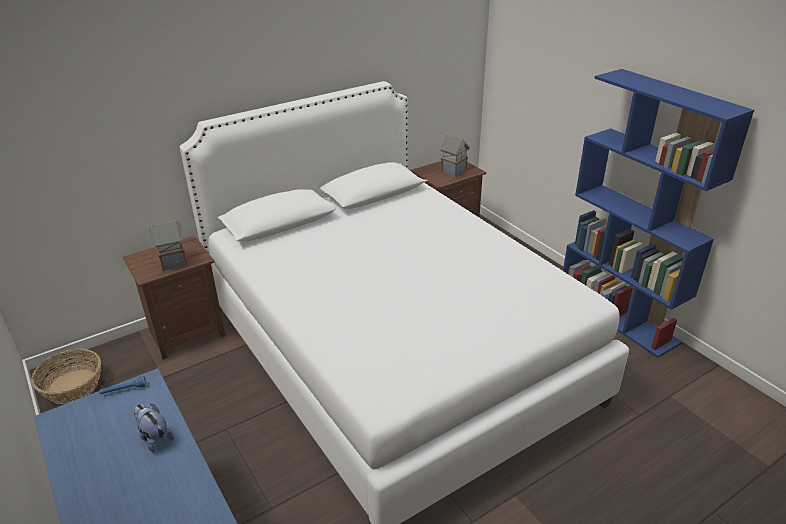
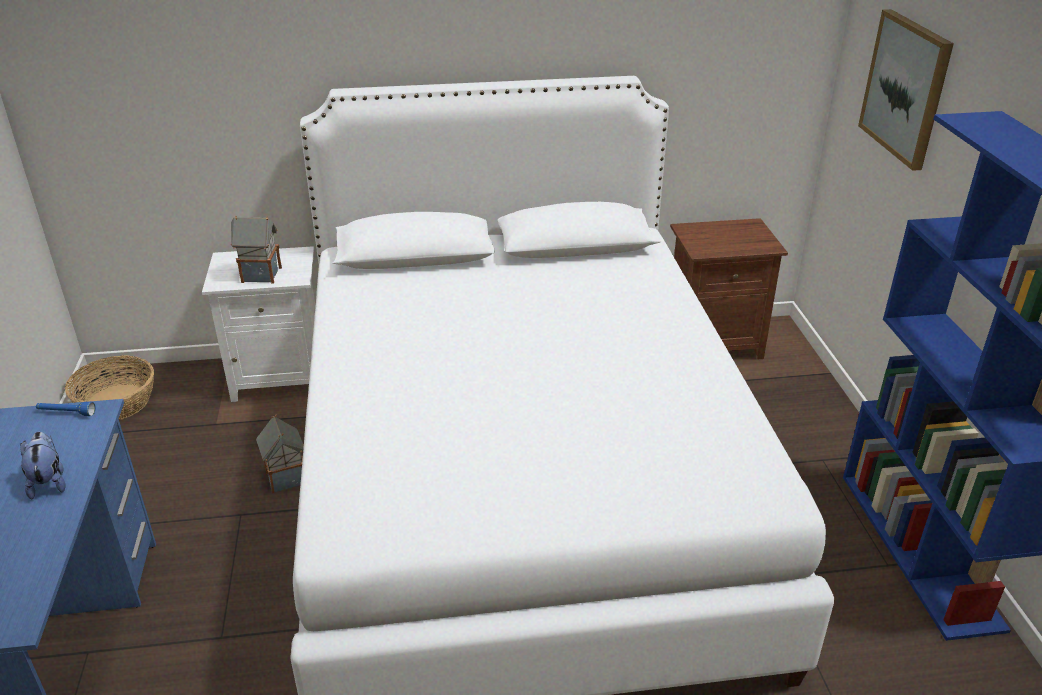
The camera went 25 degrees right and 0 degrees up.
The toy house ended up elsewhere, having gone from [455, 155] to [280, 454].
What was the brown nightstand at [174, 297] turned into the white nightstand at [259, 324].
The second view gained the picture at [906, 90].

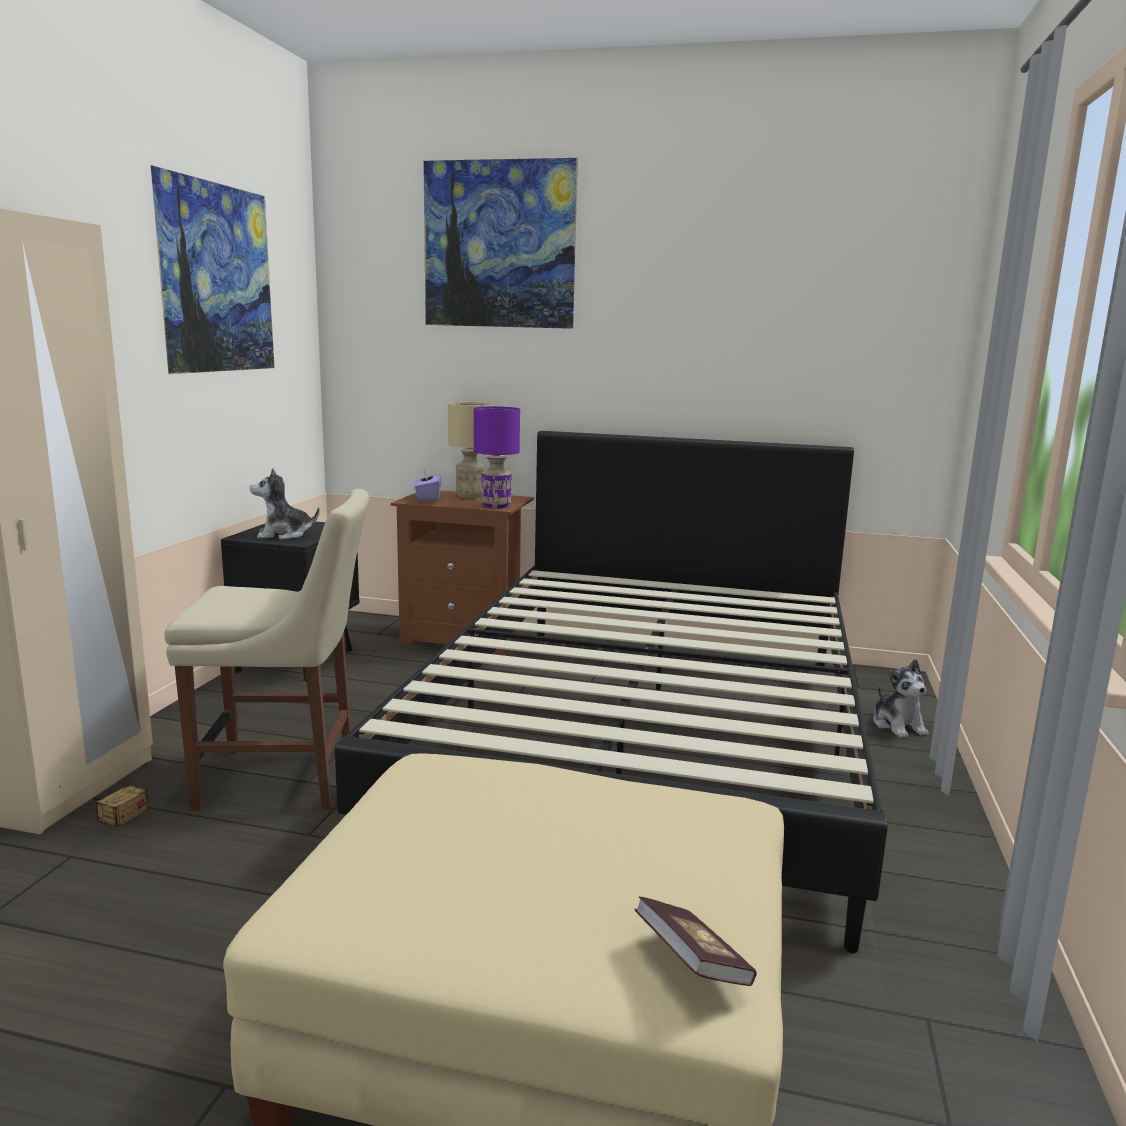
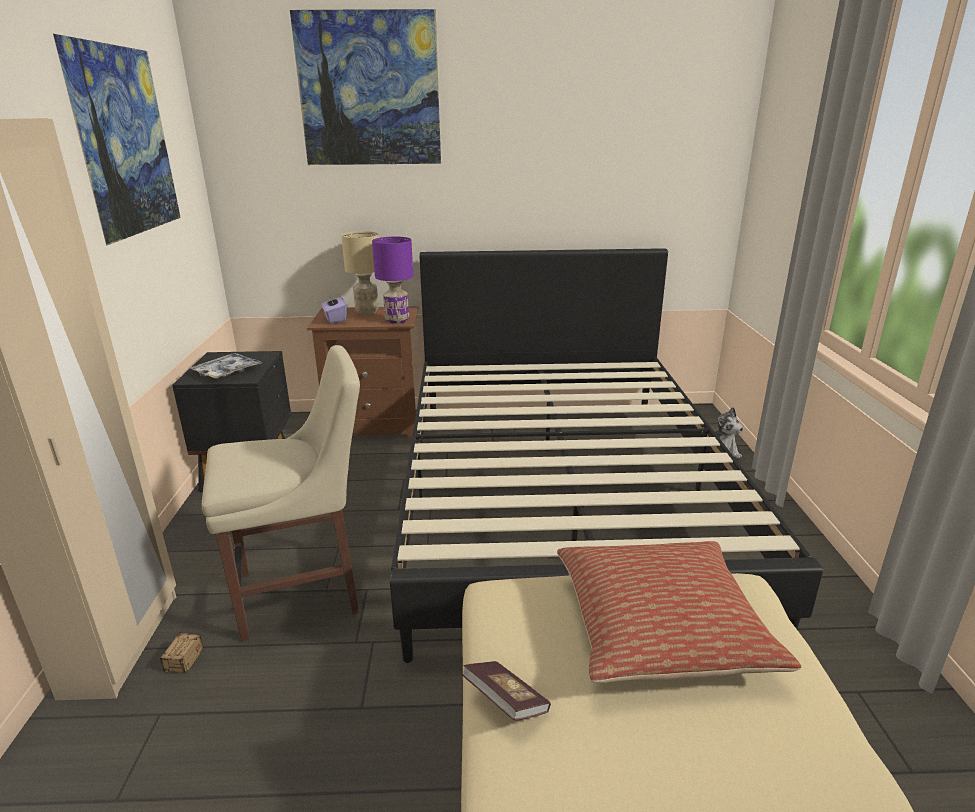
The camera went 15 degrees left and 10 degrees up.
Where the plush toy stood at [285, 504], the tray came to stand at [226, 366].
The book ended up elsewhere, having gone from [696, 941] to [506, 691].
The second view gained the pillow at [679, 612].

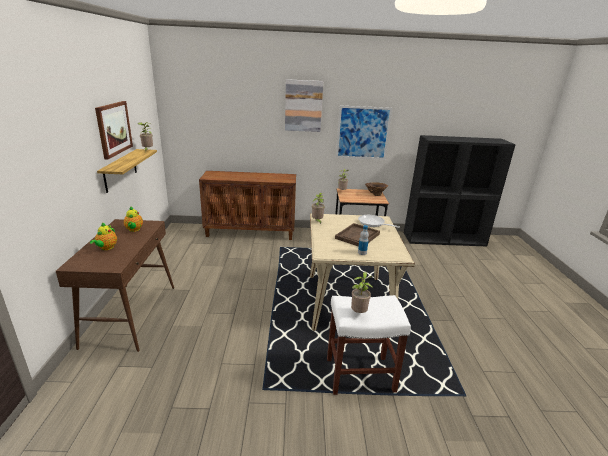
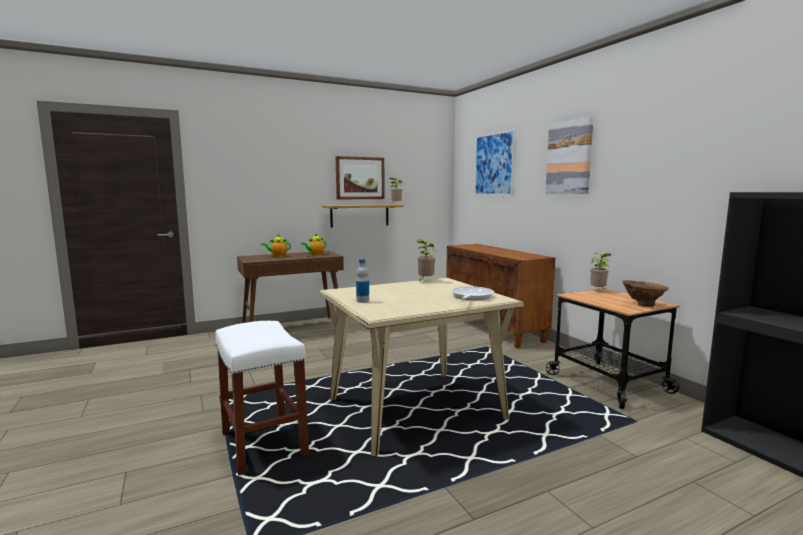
The camera went 65 degrees right and 15 degrees down.
The picture ended up elsewhere, having gone from [364, 132] to [495, 162].
The second view lost the brown tray at [357, 235].
The second view lost the potted plant at [362, 292].

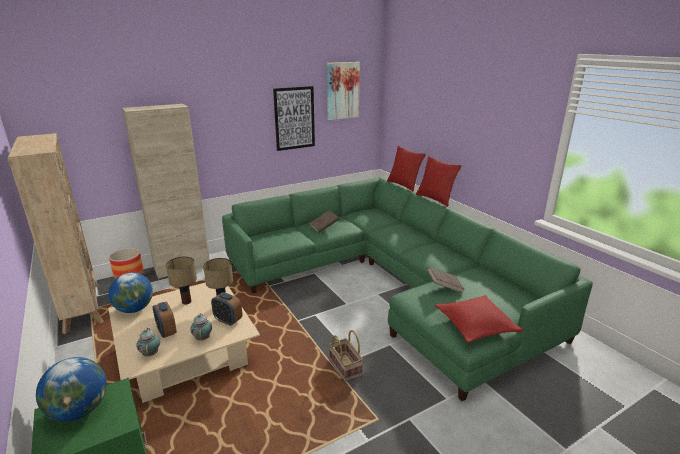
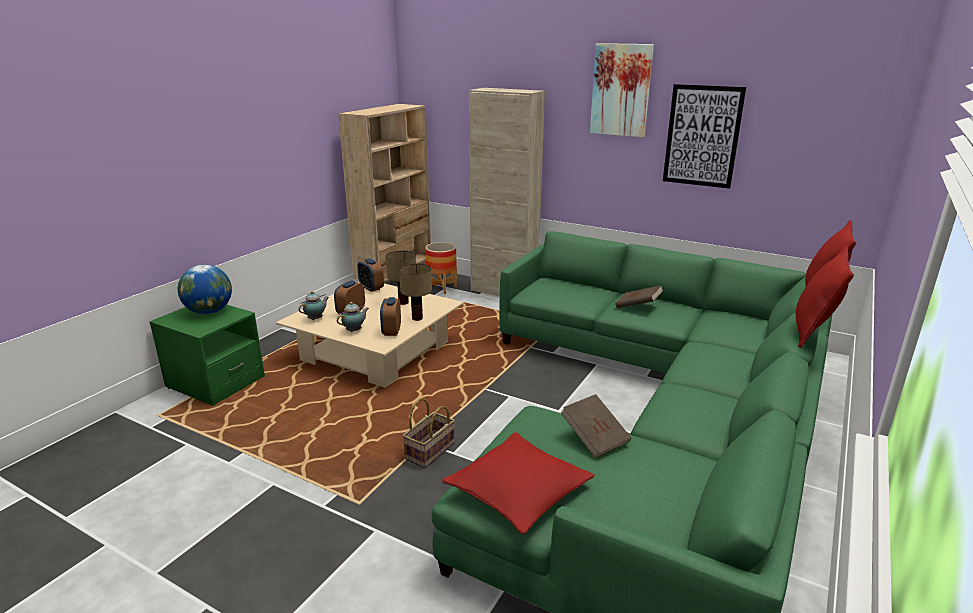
The camera went 60 degrees right and 0 degrees up.
The picture ended up elsewhere, having gone from [343, 91] to [622, 90].
Where the globe stood at [130, 293], the alarm clock came to stand at [370, 275].

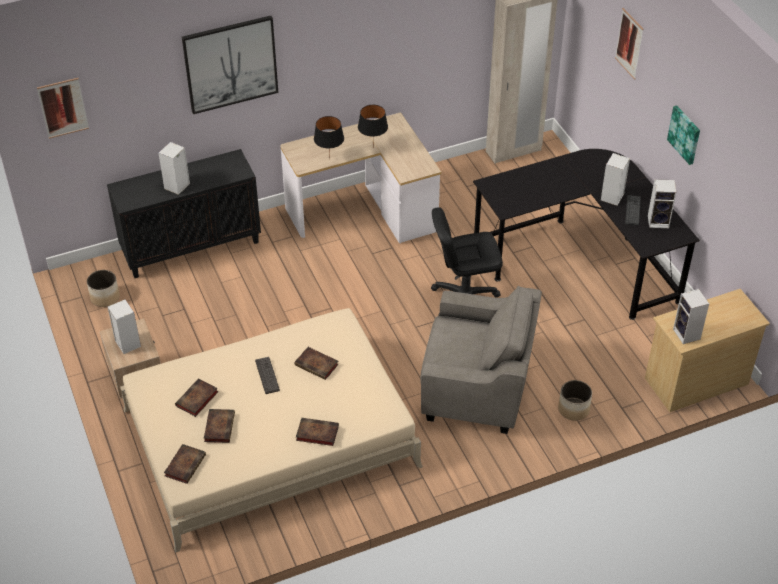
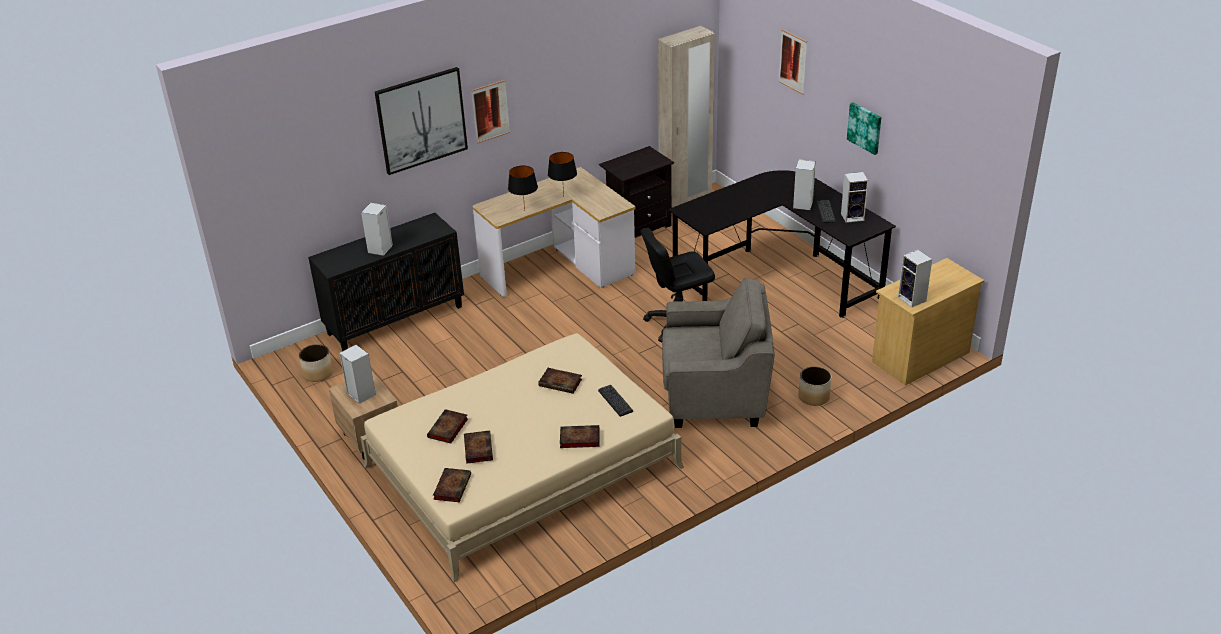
The camera went 10 degrees left and 10 degrees down.
The picture ended up elsewhere, having gone from [63, 108] to [490, 112].
The keyboard ended up elsewhere, having gone from [267, 375] to [615, 401].
The second view gained the black nightstand at [636, 192].

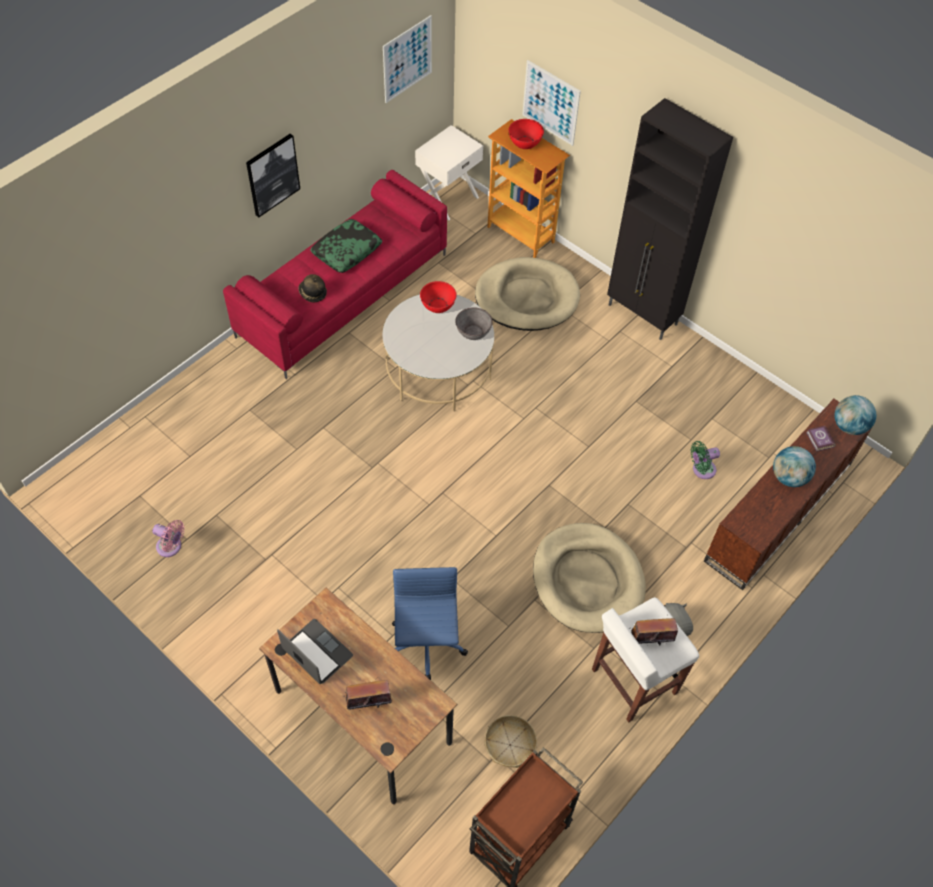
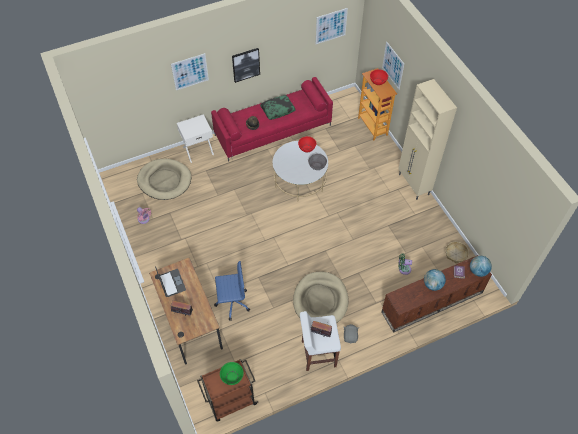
The camera went 25 degrees right and 0 degrees up.
What was the black cabinet at [670, 219] turned into the beige cabinet at [427, 139].
The white nightstand ended up elsewhere, having gone from [449, 173] to [195, 138].
The beige dog bed ended up elsewhere, having gone from [527, 294] to [164, 179].
The blue office chair at [430, 623] ended up facing another way, 60 degrees clockwise from before.
The basket ended up elsewhere, having gone from [511, 741] to [457, 253].
The second view gained the picture at [190, 71].
The second view gained the green bowl at [232, 373].

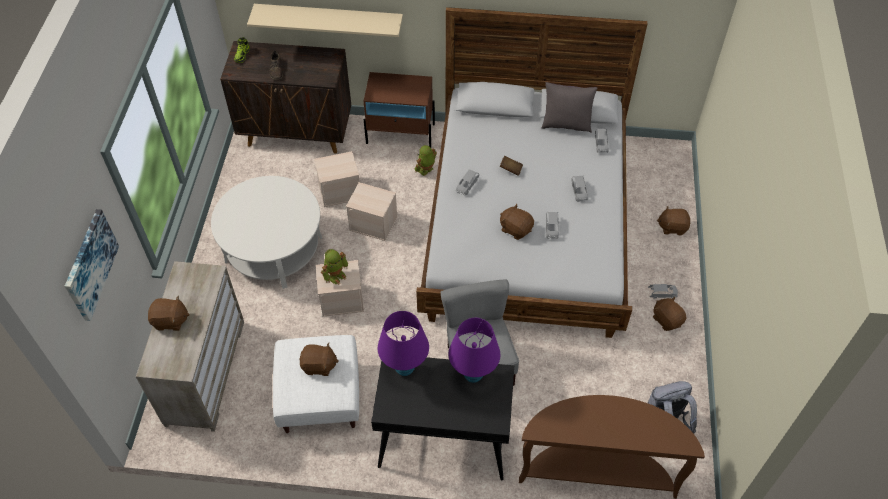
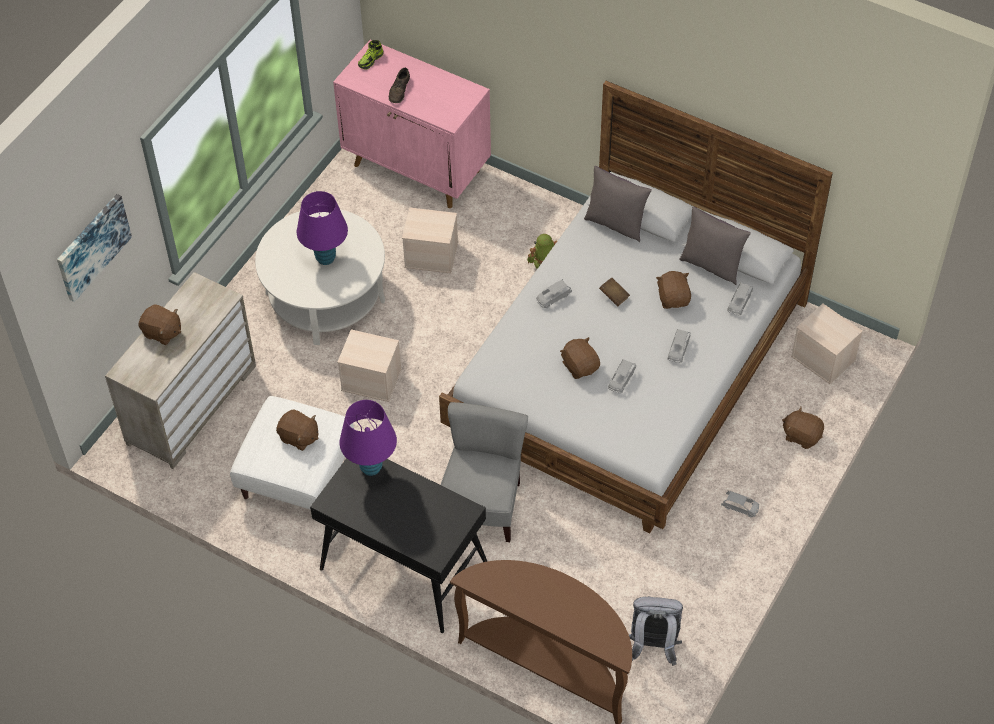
The camera went 25 degrees right and 0 degrees up.
The second view lost the beige shelf at [325, 20].
What was the brown cabinet at [285, 97] turned into the pink cabinet at [412, 124].
The second view lost the brown nightstand at [399, 110].
The beige storage box ended up elsewhere, having gone from [371, 211] to [827, 343].
The second view lost the toy robot at [334, 267].
The brown plush toy ended up elsewhere, having gone from [669, 314] to [673, 290].
The purple table lamp ended up elsewhere, having gone from [474, 350] to [322, 228].
The second view gained the grey pillow at [618, 204].

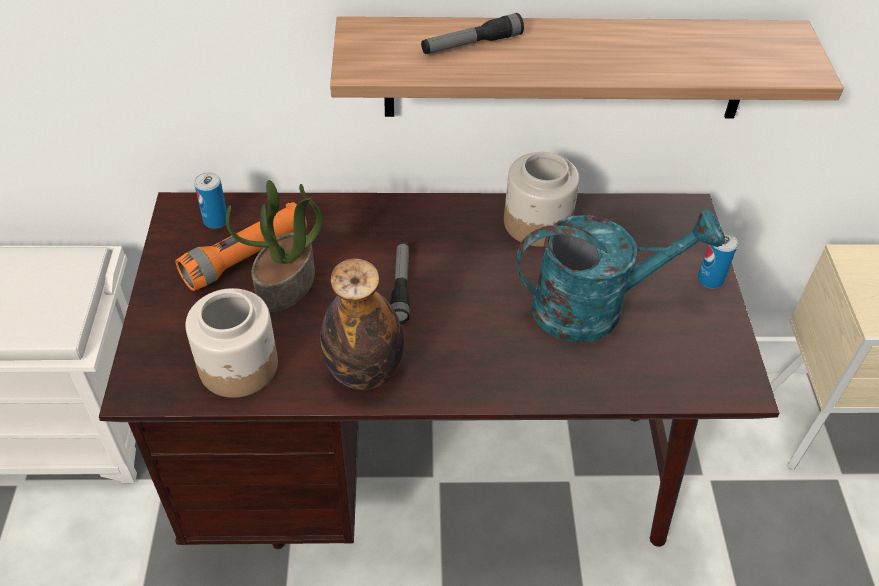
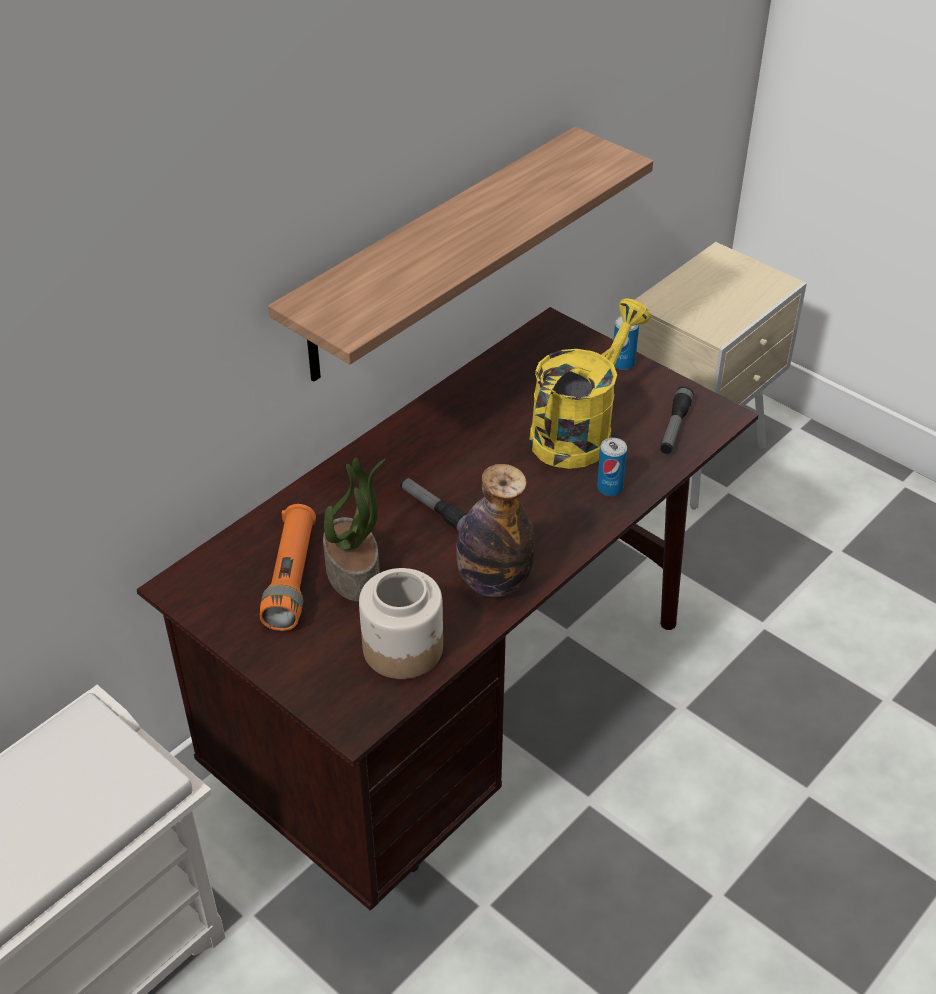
The camera went 45 degrees left and 5 degrees down.
The flashlight ended up elsewhere, having gone from [472, 33] to [677, 420].
The second view lost the jar at [542, 199].
The can ended up elsewhere, having gone from [210, 200] to [612, 467].
What was the turquoise watering can at [620, 276] turned into the yellow watering can at [590, 383].

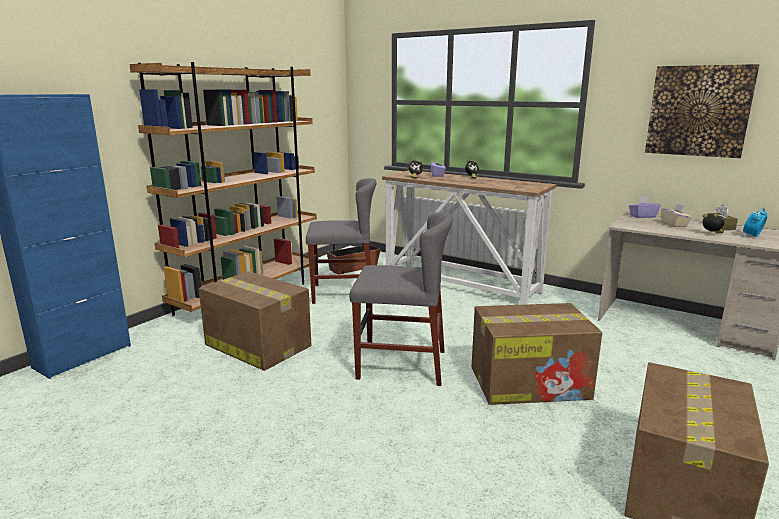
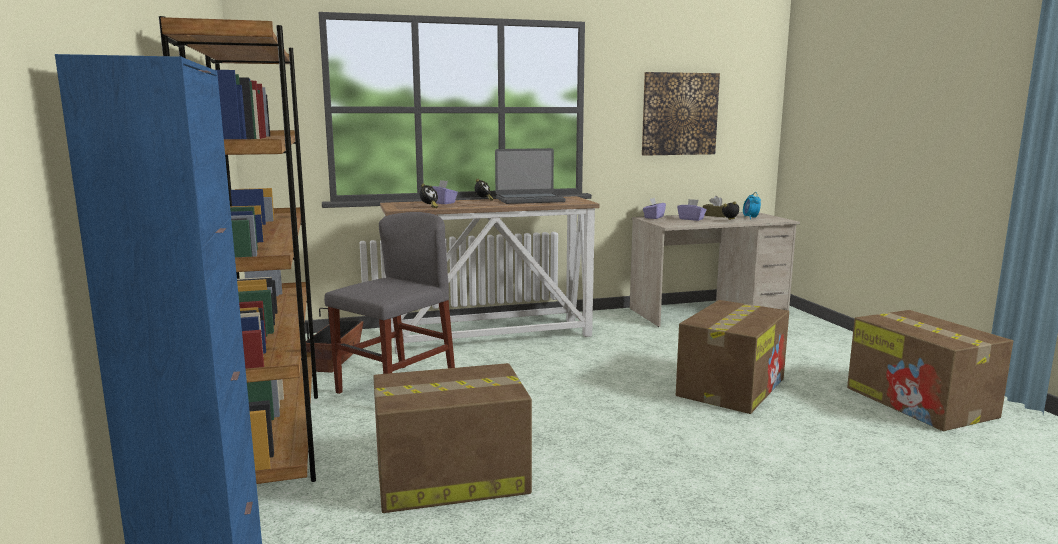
The camera went 50 degrees left and 5 degrees down.
What was the beige tissue box at [676, 215] turned into the purple tissue box at [691, 210].
The second view lost the grey chair at [401, 299].
The second view gained the laptop at [530, 176].

